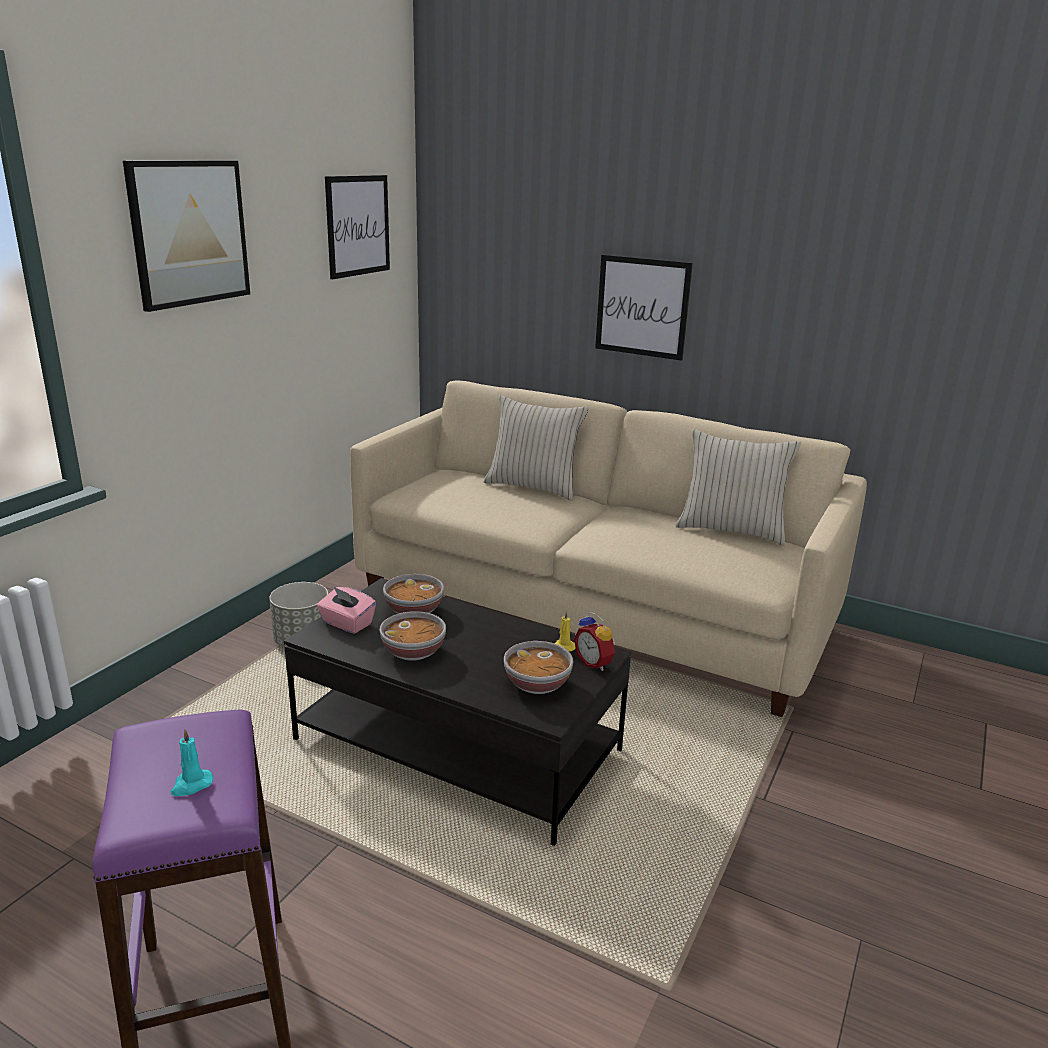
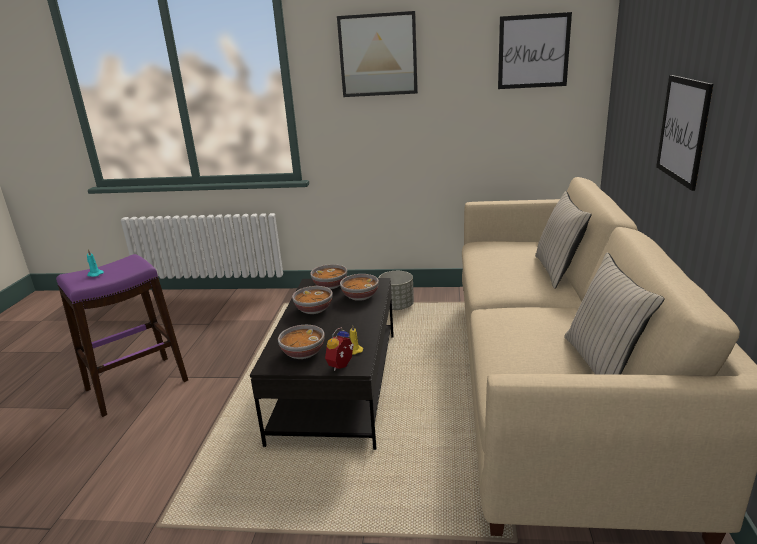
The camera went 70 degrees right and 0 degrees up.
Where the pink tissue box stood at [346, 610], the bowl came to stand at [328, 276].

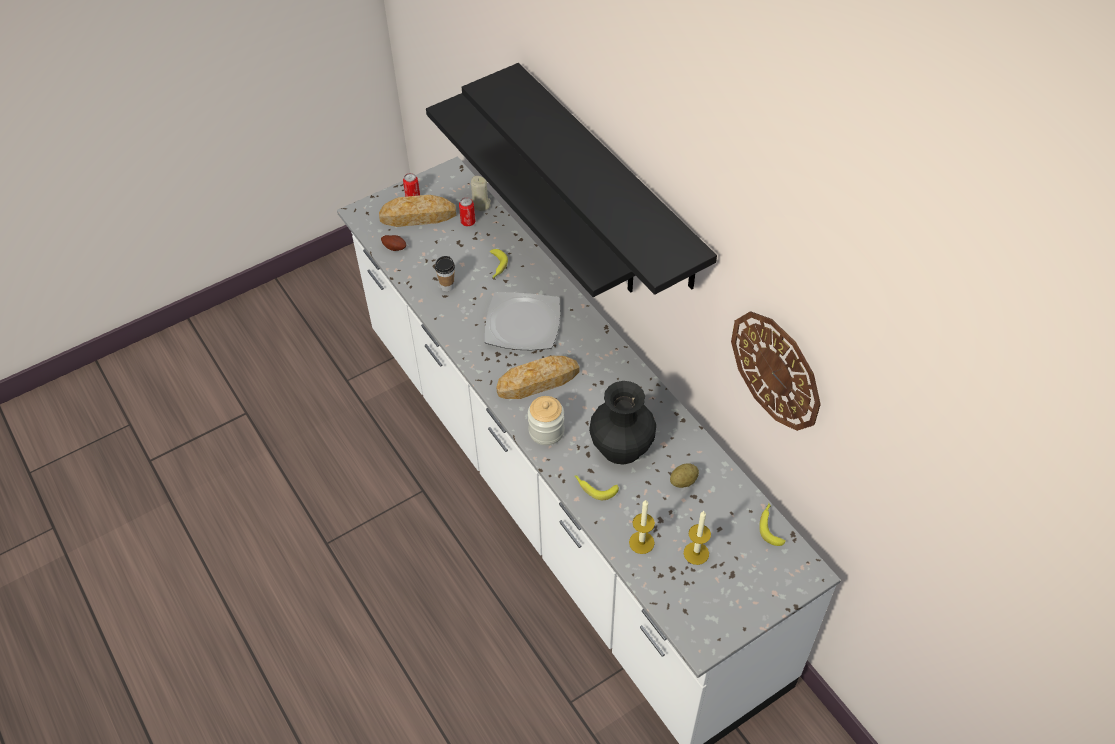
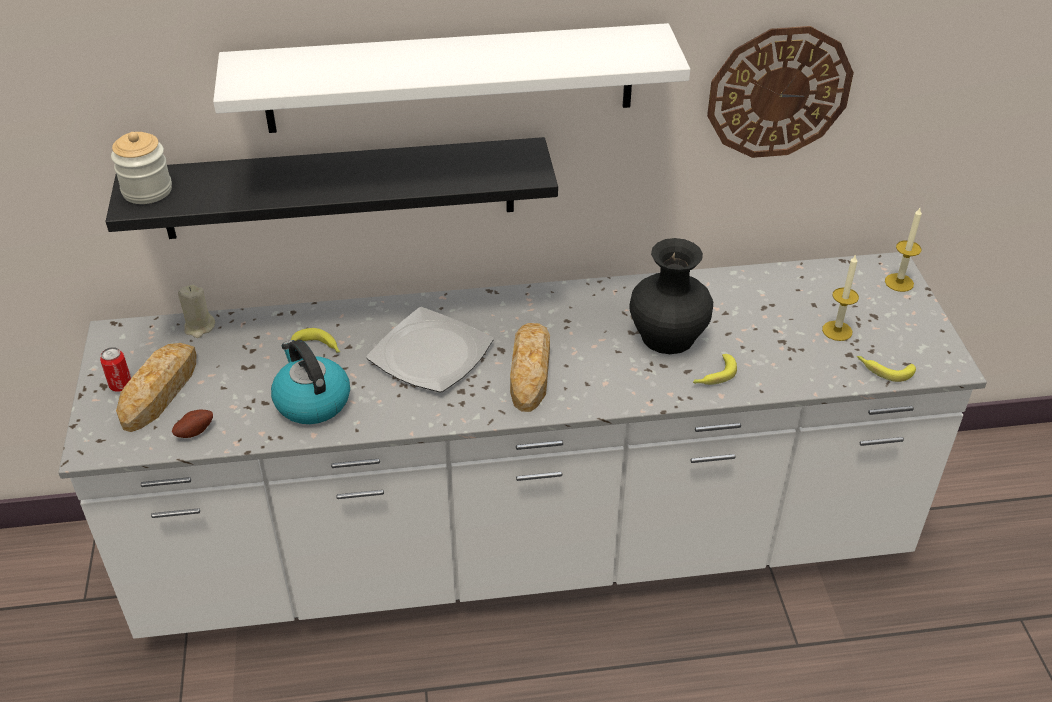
The camera went 65 degrees left and 10 degrees down.
What was the black shelf at [589, 179] turned into the white shelf at [451, 78].
The second view lost the can at [467, 211].
Where the cup stood at [445, 274], the kettle came to stand at [310, 382].
The jar ended up elsewhere, having gone from [546, 420] to [141, 168].
The second view lost the potato at [684, 475].
The candle ended up elsewhere, having gone from [642, 527] to [903, 250].
The banana ended up elsewhere, having gone from [772, 524] to [886, 369].

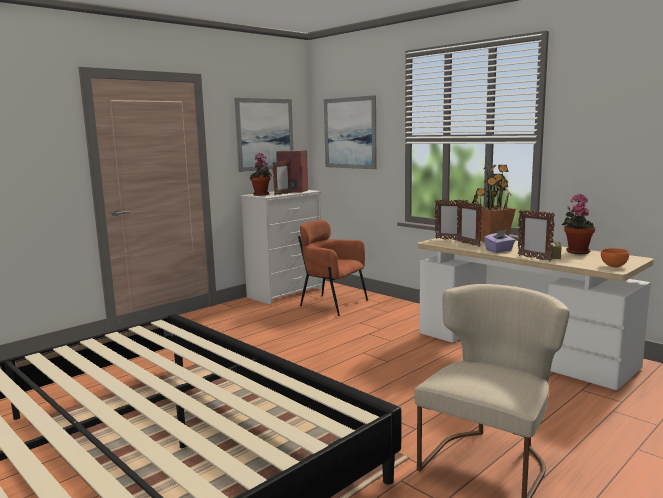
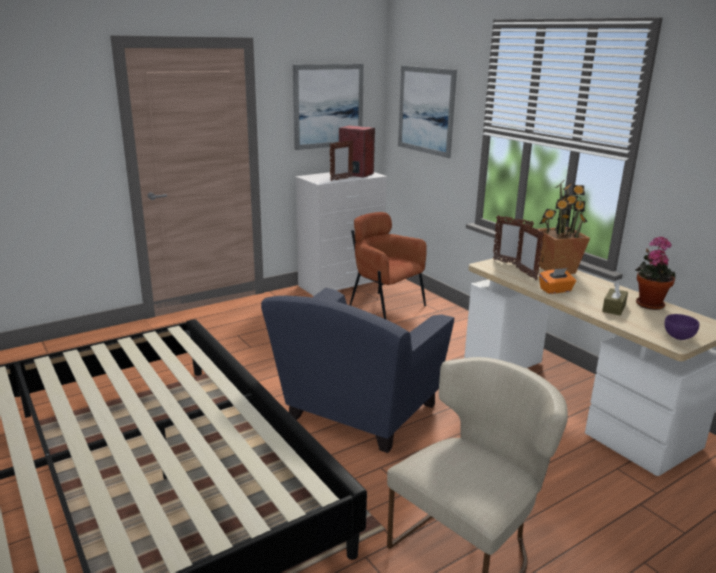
The camera went 10 degrees right and 10 degrees up.
The second view lost the potted plant at [260, 174].
The second view lost the picture frame at [536, 236].
What was the purple tissue box at [499, 241] turned into the orange tissue box at [557, 281].
What was the orange bowl at [615, 257] turned into the purple bowl at [682, 327].
The second view gained the blue armchair at [357, 370].

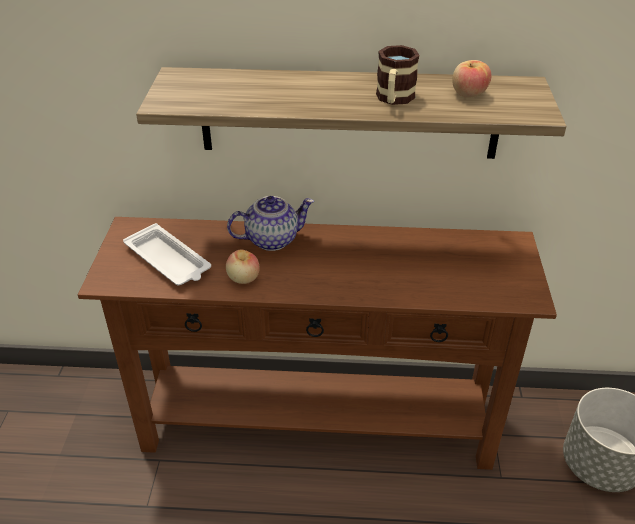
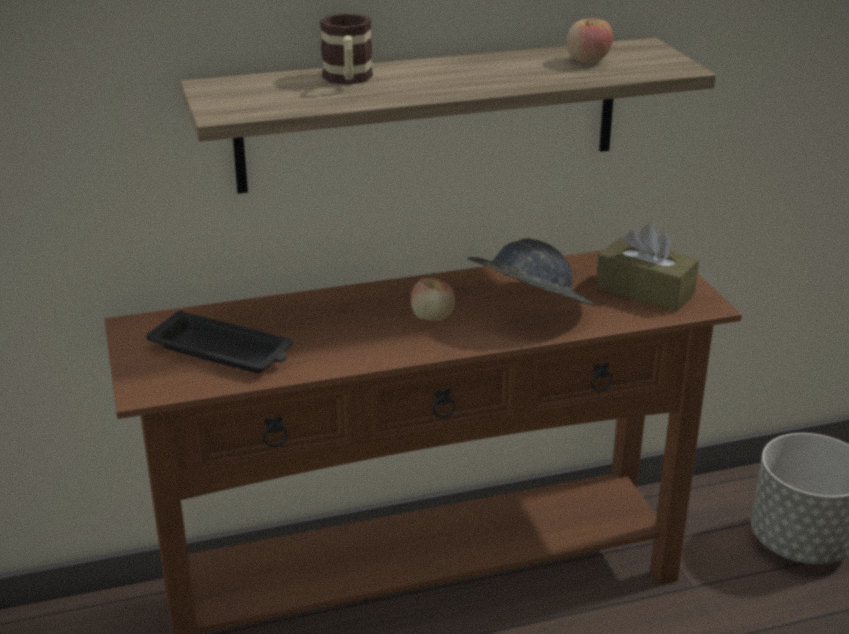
The camera went 20 degrees left and 10 degrees down.
The mug ended up elsewhere, having gone from [398, 75] to [346, 49].
The second view lost the teapot at [270, 223].
What was the white tray at [167, 254] turned into the black tray at [219, 341].
The apple ended up elsewhere, having gone from [243, 267] to [433, 299].
The second view gained the brown tissue box at [647, 268].
The second view gained the grey hat at [530, 271].

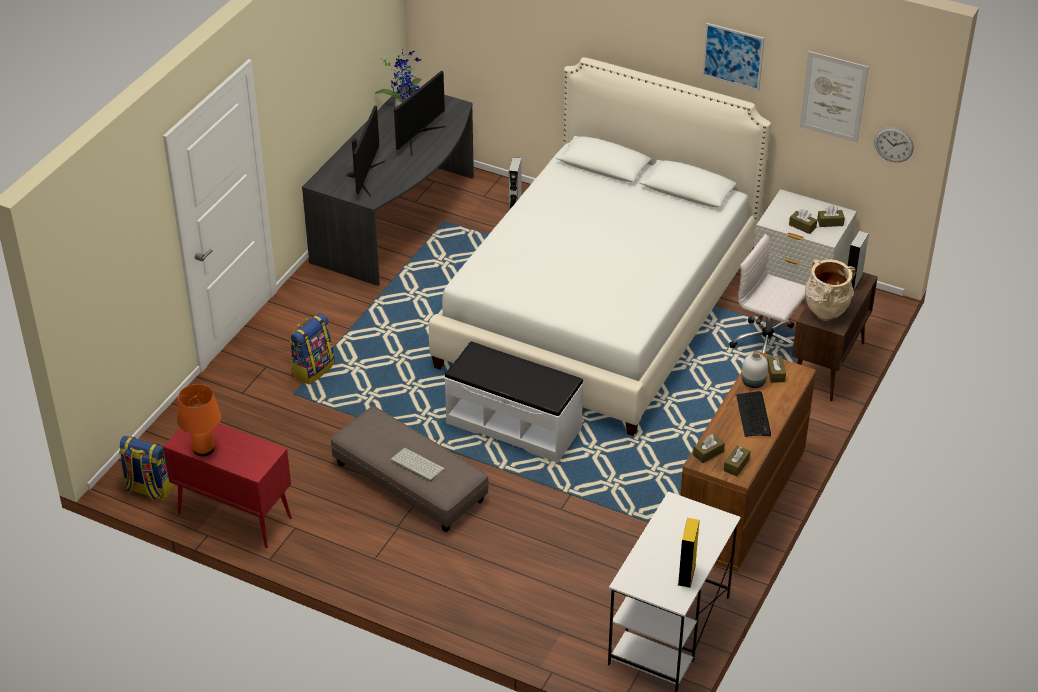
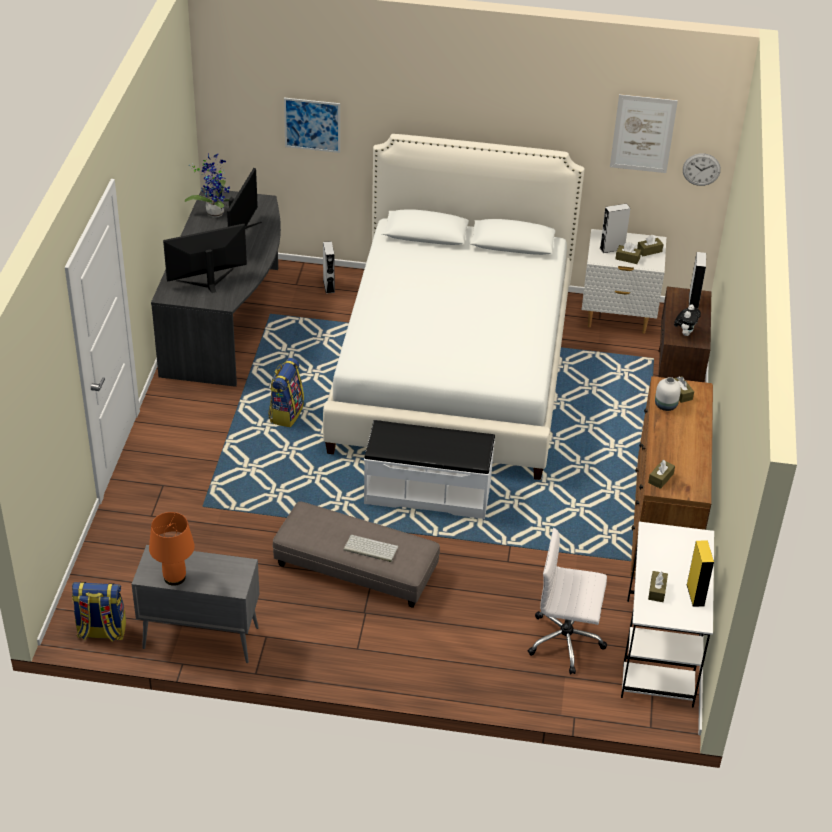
The camera went 20 degrees left and 0 degrees up.
The picture ended up elsewhere, having gone from [733, 57] to [312, 125].
The monitor at [366, 151] ended up facing another way, 105 degrees counterclockwise from before.
The white office chair ended up elsewhere, having gone from [767, 294] to [567, 601].
Where the beige vase stood at [830, 290], the plush toy came to stand at [687, 320].
The backpack ended up elsewhere, having gone from [312, 349] to [286, 392].
The second view lost the keyboard at [753, 414].
What was the red cabinet at [227, 486] turned into the grey cabinet at [195, 604].
The brown tissue box ended up elsewhere, having gone from [737, 460] to [658, 586].
The second view gained the grey speaker at [615, 228].

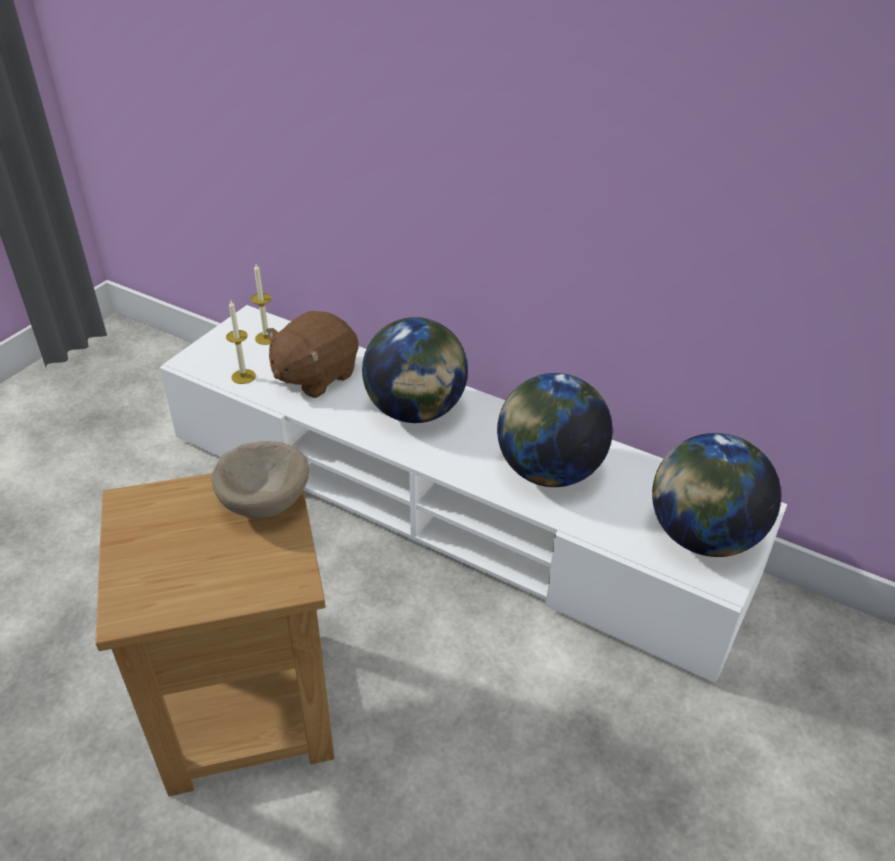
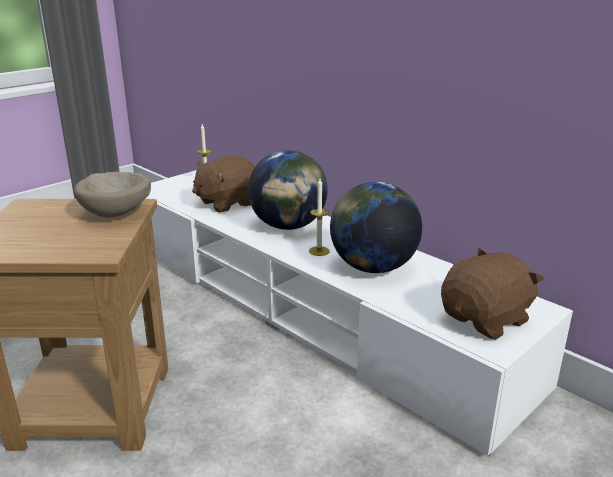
The camera went 15 degrees right and 15 degrees down.
The candle ended up elsewhere, having gone from [241, 342] to [319, 217].
Where the globe stood at [716, 495], the brown plush toy came to stand at [492, 294].

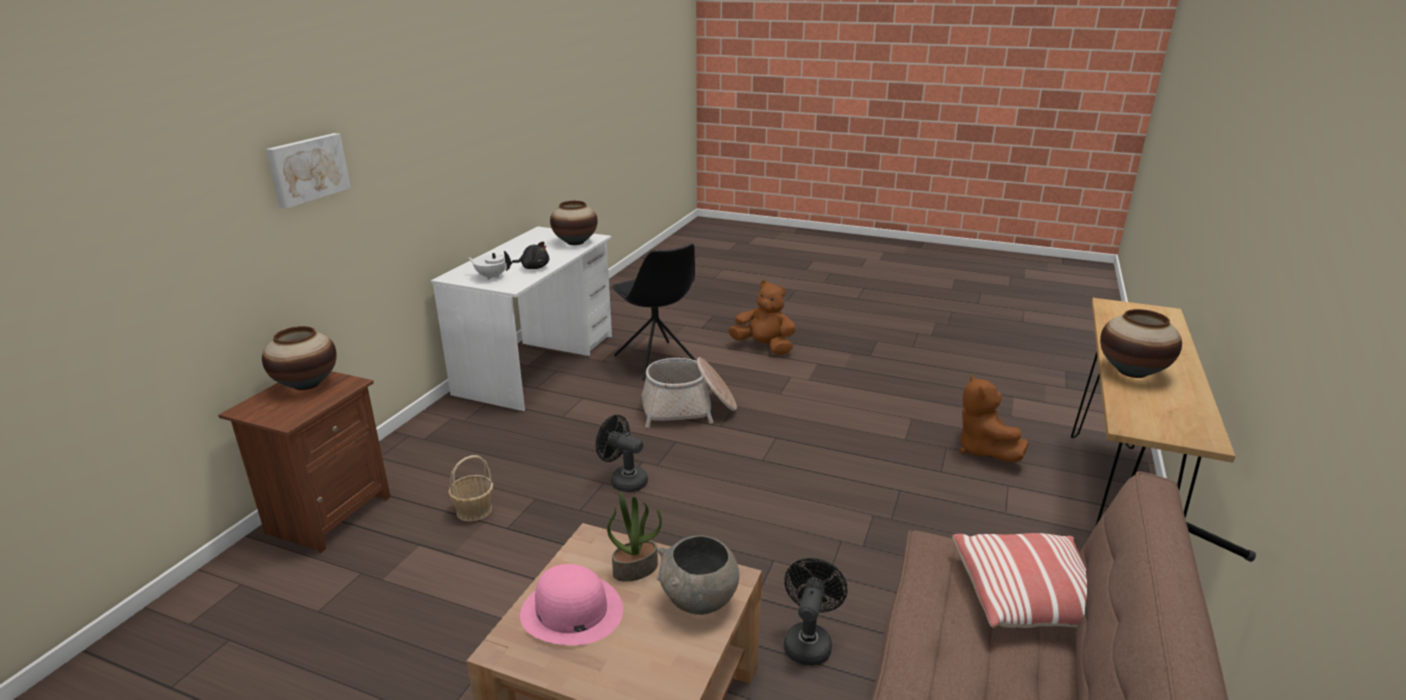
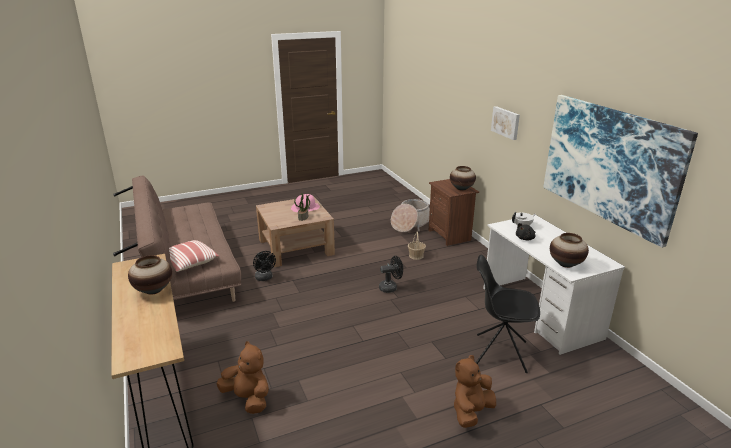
The camera went 135 degrees right and 0 degrees up.
The brown plush toy at [762, 317] ended up facing another way, 150 degrees clockwise from before.
The basket ended up elsewhere, having gone from [689, 392] to [410, 215].
The second view lost the grey bowl at [698, 575].
The second view gained the picture at [620, 171].

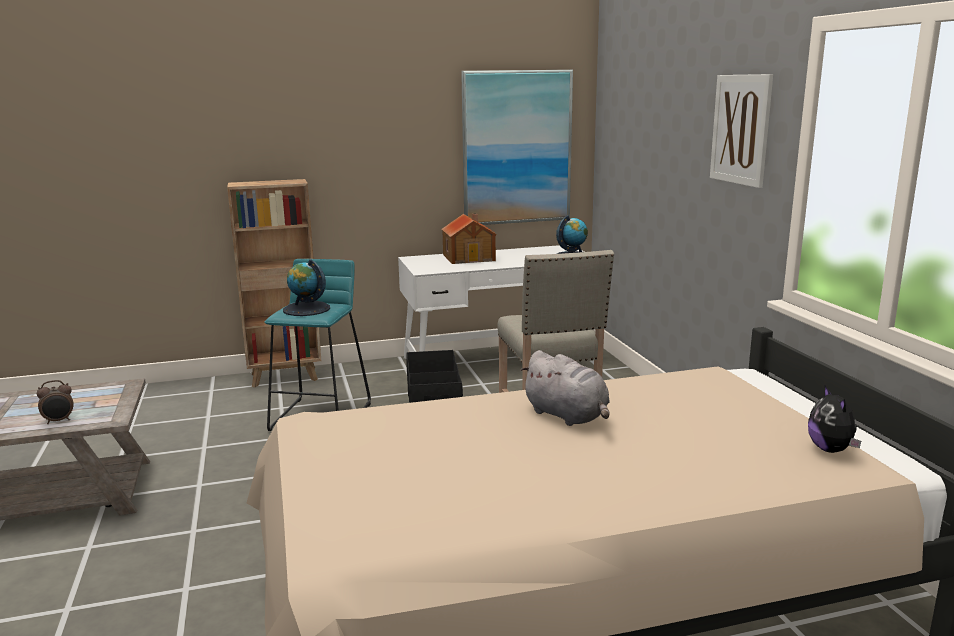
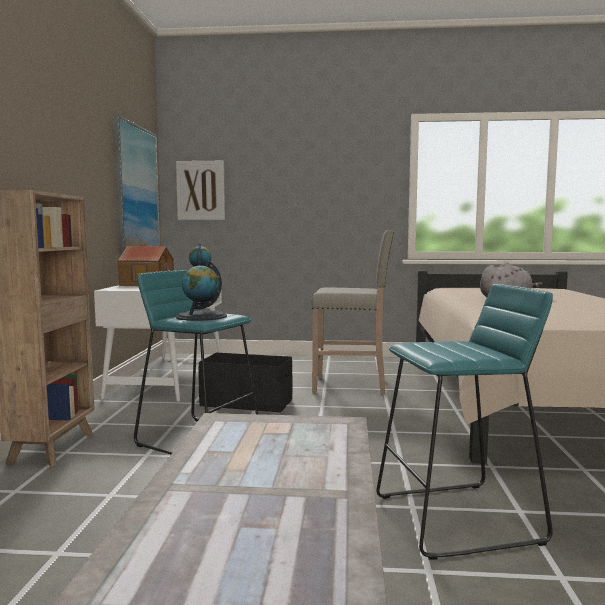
The camera went 70 degrees left and 10 degrees down.
The picture ended up elsewhere, having gone from [741, 131] to [200, 190].
The second view lost the alarm clock at [55, 402].
The second view lost the plush toy at [834, 419].
The second view gained the turquoise stool at [464, 422].

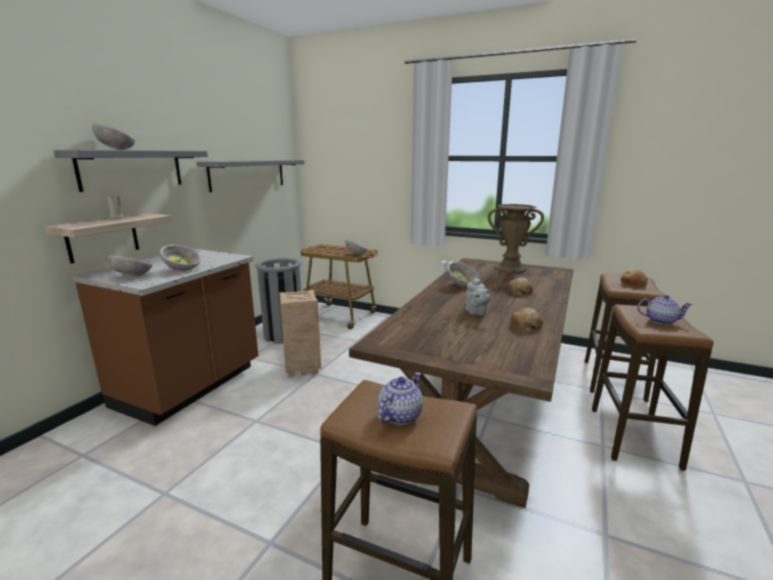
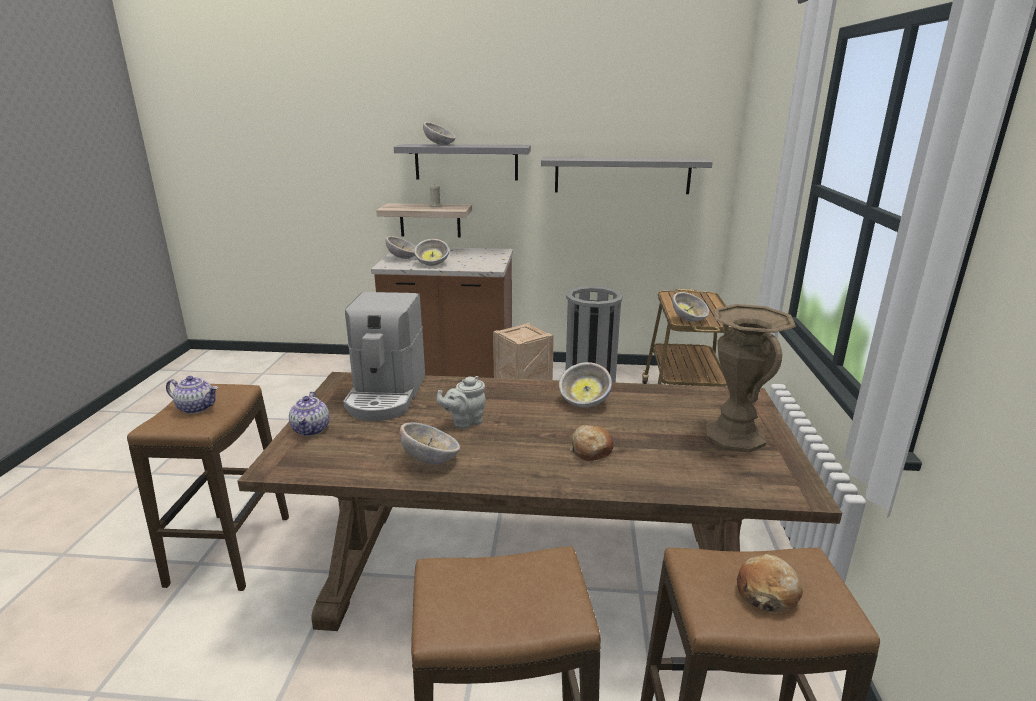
The camera went 70 degrees right and 5 degrees up.
The teapot ended up elsewhere, having gone from [665, 310] to [309, 413].
Where the bread stood at [527, 319], the bowl came to stand at [429, 444].
The second view gained the coffee machine at [384, 356].

